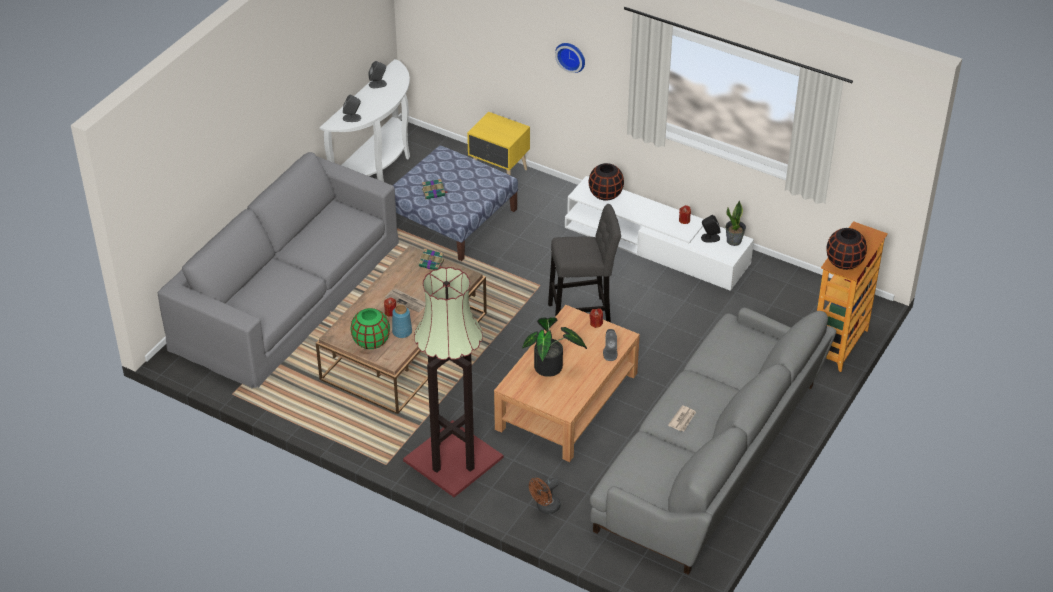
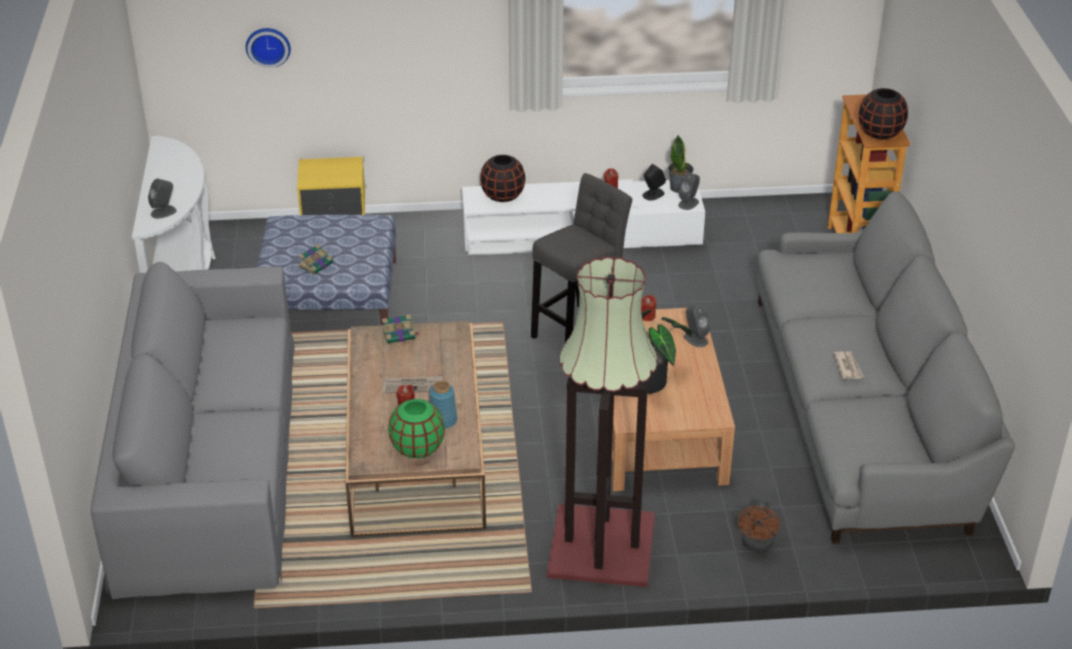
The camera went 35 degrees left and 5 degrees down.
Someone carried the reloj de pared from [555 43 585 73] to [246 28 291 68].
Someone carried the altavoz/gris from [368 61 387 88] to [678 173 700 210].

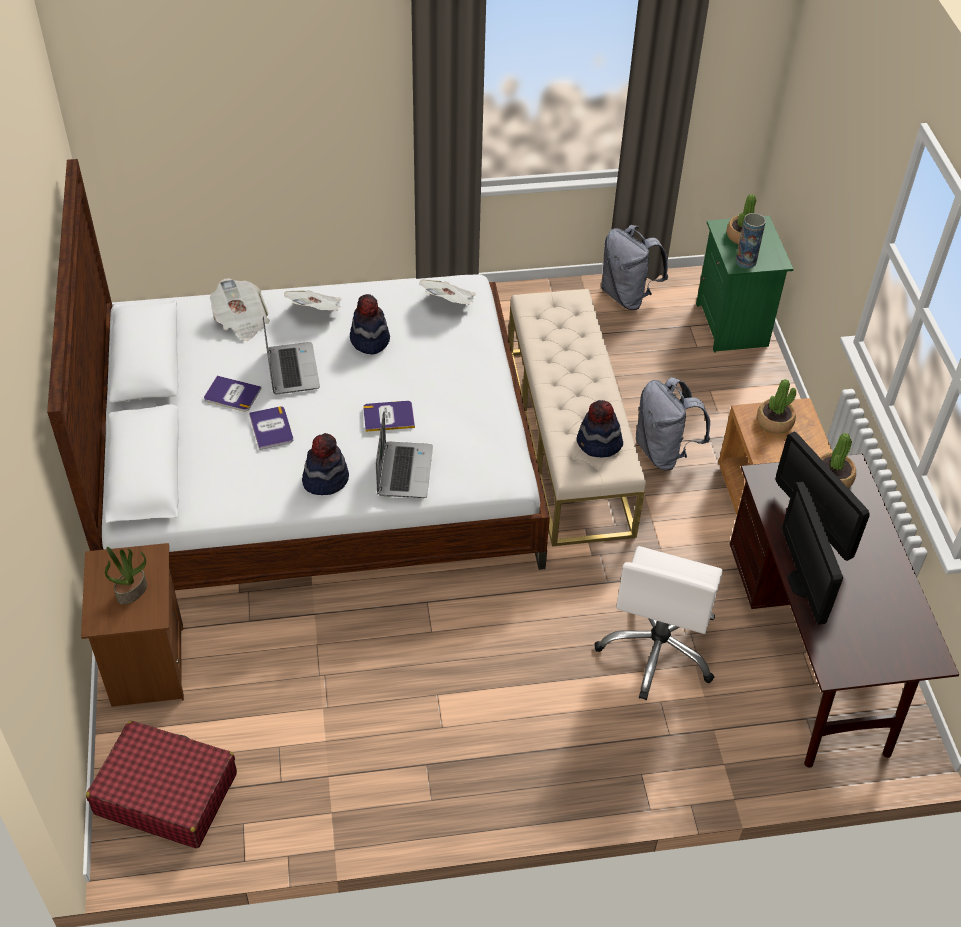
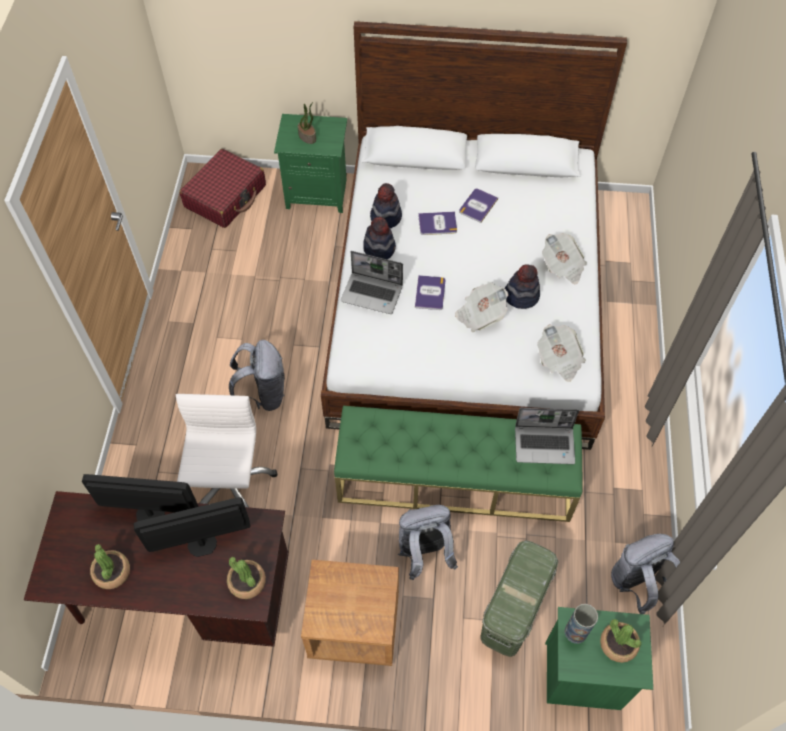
The camera went 105 degrees right and 10 degrees up.
Someone carried the periódico from [210 278 270 341] to [455 282 509 332].
Someone repainted the banco/beis at [509 289 646 546], which became the banco/verde at [334 406 582 522].
Someone carried the portátil from [263 316 320 395] to [515 408 579 464].
Someone carried the planta en maceta from [757 379 796 434] to [90 544 130 589].
Someone carried the sombrero from [577 400 623 458] to [370 183 402 228].
Someone repainted the mesita de noche/marrón at [81 543 184 707], which became the mesita de noche/verde at [274 114 347 213].
Someone rotated the silla de oficina/blanco at [595 546 723 700] by 60 degrees clockwise.
Someone put down the mochila/gris at [229 340 285 411].
Someone put down the caja de almacenaje/verde at [480 540 558 657].

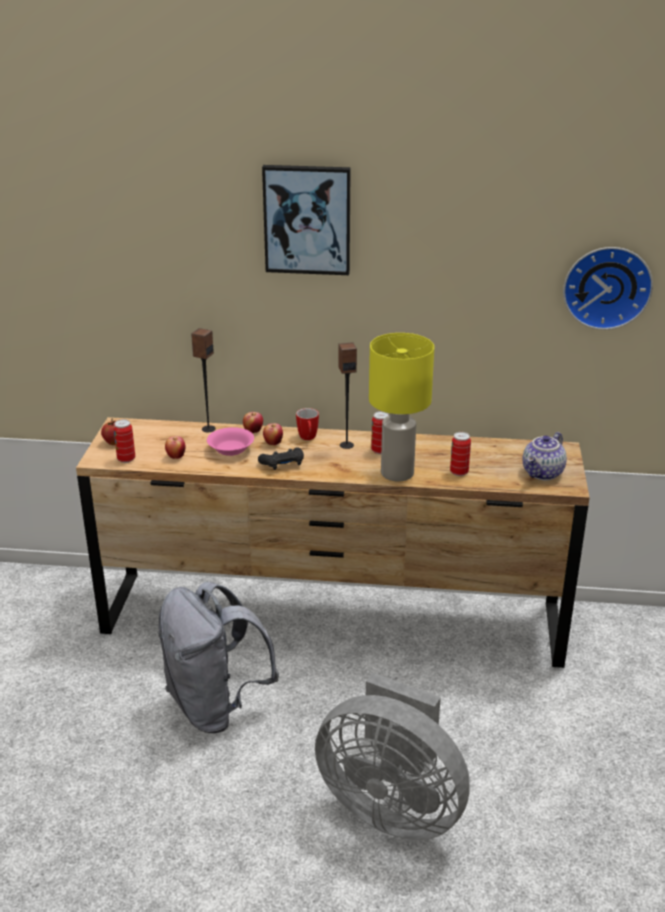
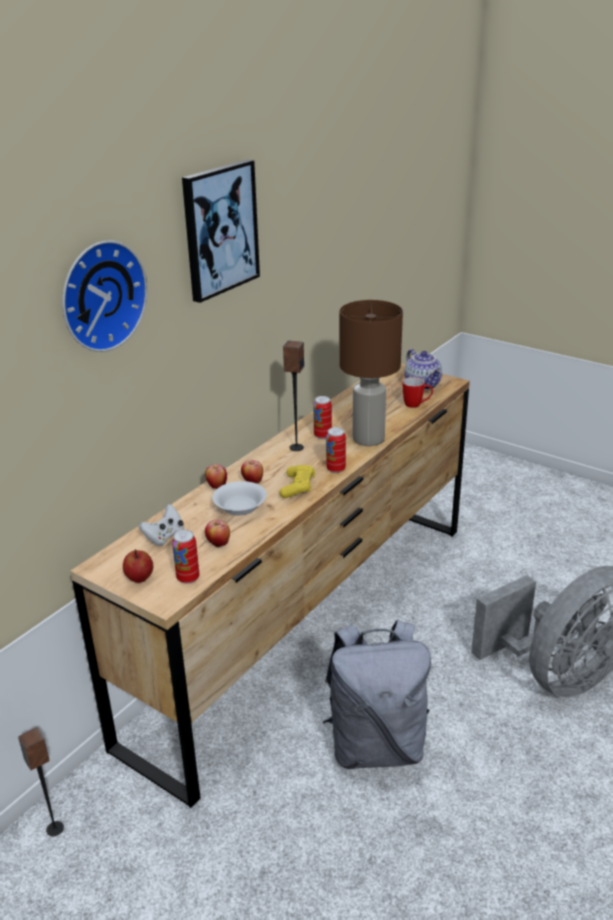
The camera went 60 degrees left and 0 degrees up.
Someone carried the reloj de pared from [563 247 653 330] to [62 240 147 352].
Someone carried the altavoz from [191 328 215 432] to [18 727 64 836].
Someone repainted the lámpara de mesa/amarillo at [369 333 434 482], which became the lámpara de mesa/marrón at [340 300 403 446].
Someone carried the taza grande from [296 408 319 440] to [403 377 433 408].
Someone repainted the cuenco/rosa at [207 427 254 456], which became the cuenco/blanco at [212 481 267 515].
Someone carried the lata from [450 432 471 476] to [326 427 346 473].
Someone repainted the mando de consola/negro at [258 447 304 470], which became the mando de consola/amarillo at [279 465 315 498].
Someone put down the mando de consola/blanco at [139 504 184 546].

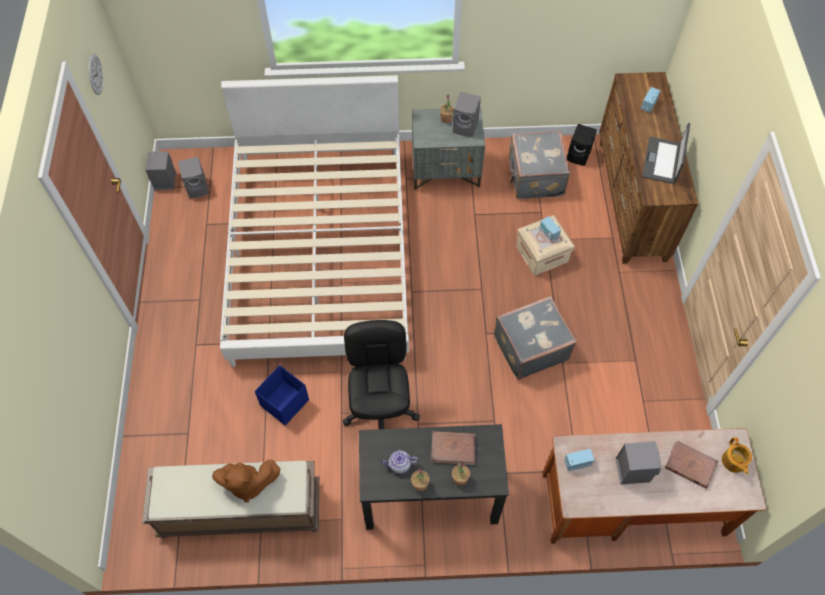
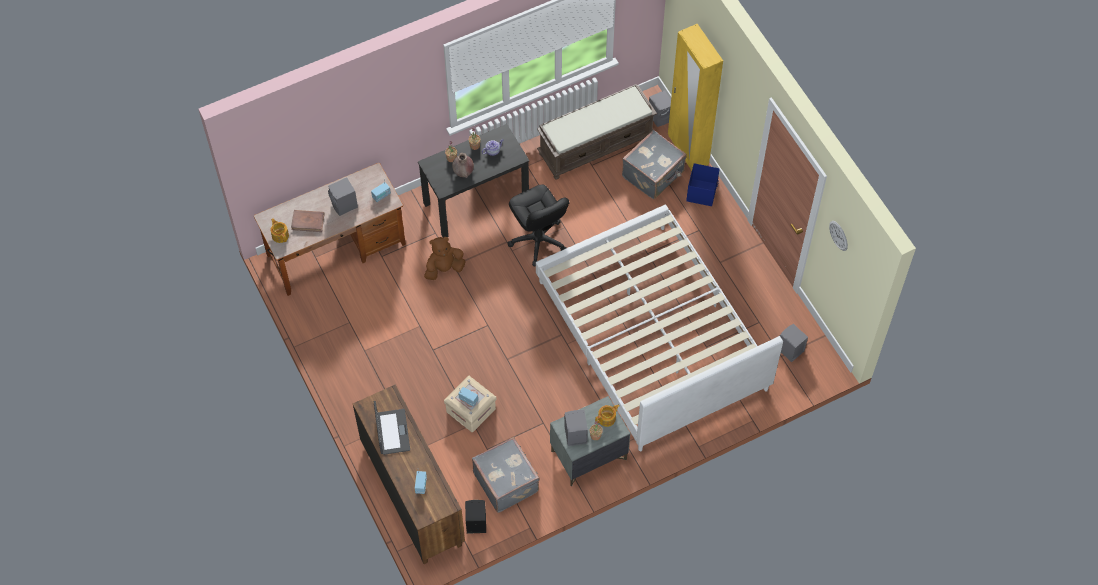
The camera went 155 degrees right and 0 degrees up.
Someone carried the altavoz/gris from [145 151 176 190] to [649 90 671 127].
Someone carried the maleta/gris from [494 296 577 380] to [622 130 687 199].
Someone carried the caja de almacenaje/azul from [255 365 309 426] to [686 163 720 206].
Someone swapped the libro/marrón at [431 431 476 465] for the florero/marrón at [452 153 474 178].
Someone carried the peluche/marrón from [212 460 281 503] to [424 237 466 280].
Someone put down the armario ropero/amarillo at [668 24 723 171].
Someone put down the tetera at [595 405 619 427].

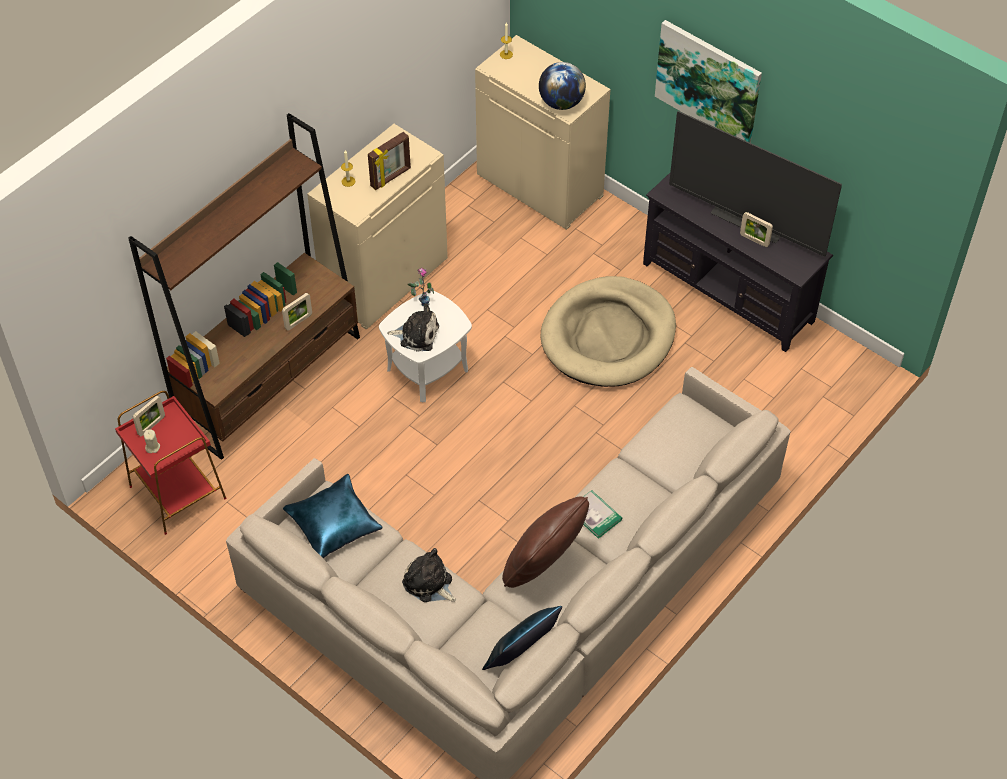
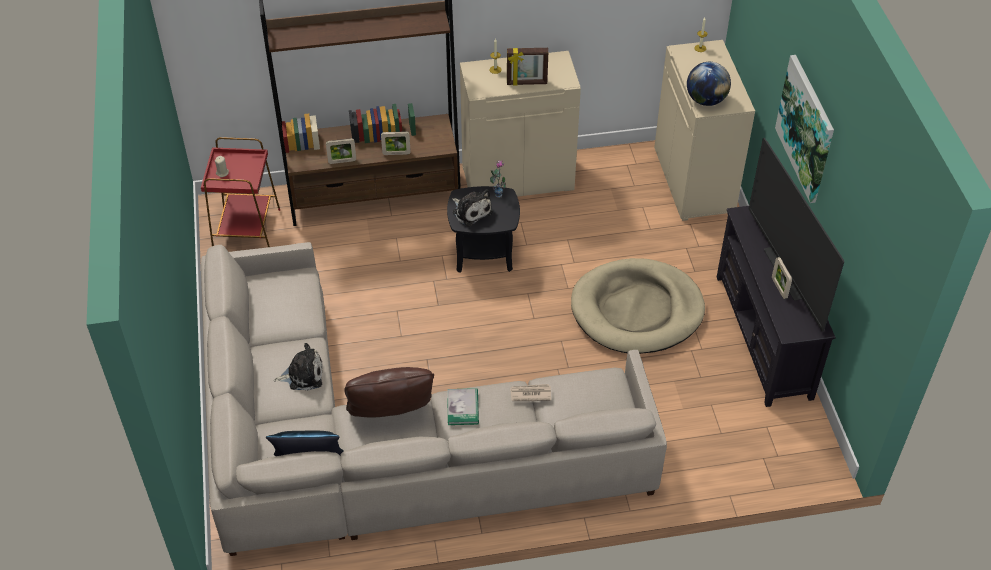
The camera went 40 degrees right and 5 degrees down.
Someone repainted the mesa auxiliar/blanco at [379 291 472 402], which became the mesa auxiliar/negro at [447 186 520 273].
Someone carried the portarretratos from [133 395 165 436] to [326 138 356 164].
Someone took away the cojín/azul at [283 474 383 558].
Someone rotated the peluche at [402 548 456 602] by 90 degrees clockwise.
Someone put down the periódico at [510 384 551 401].

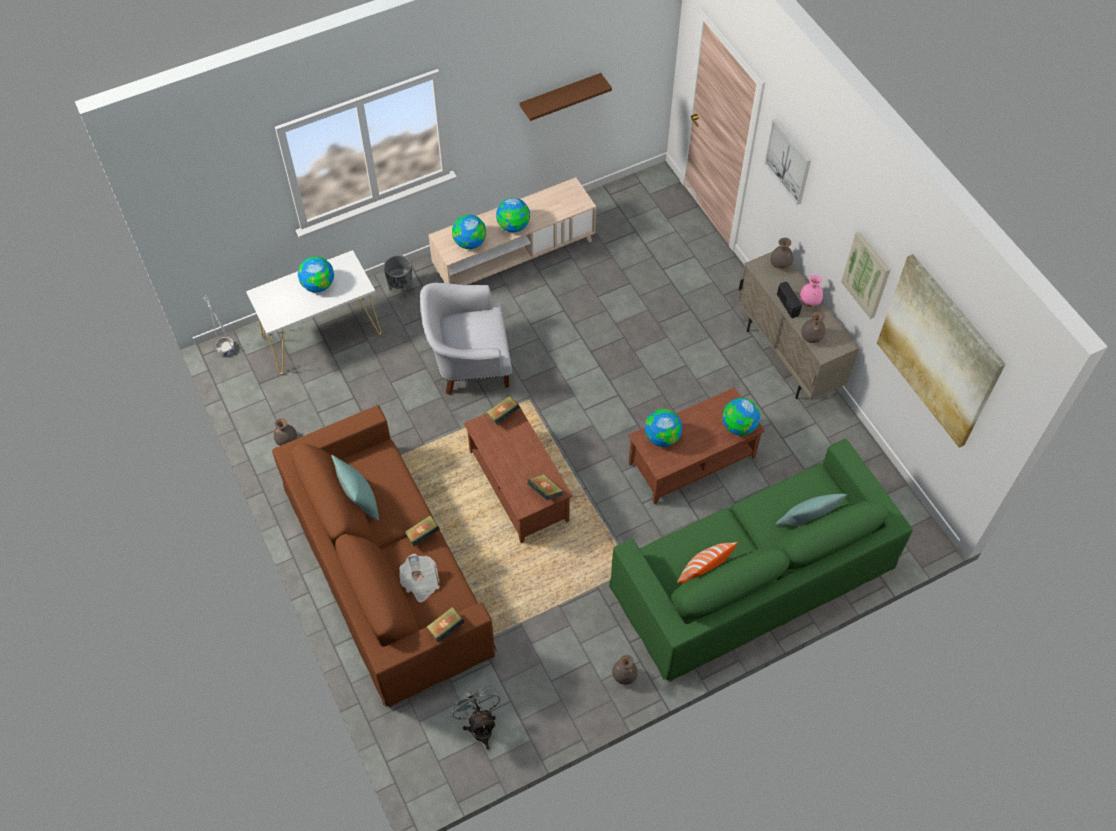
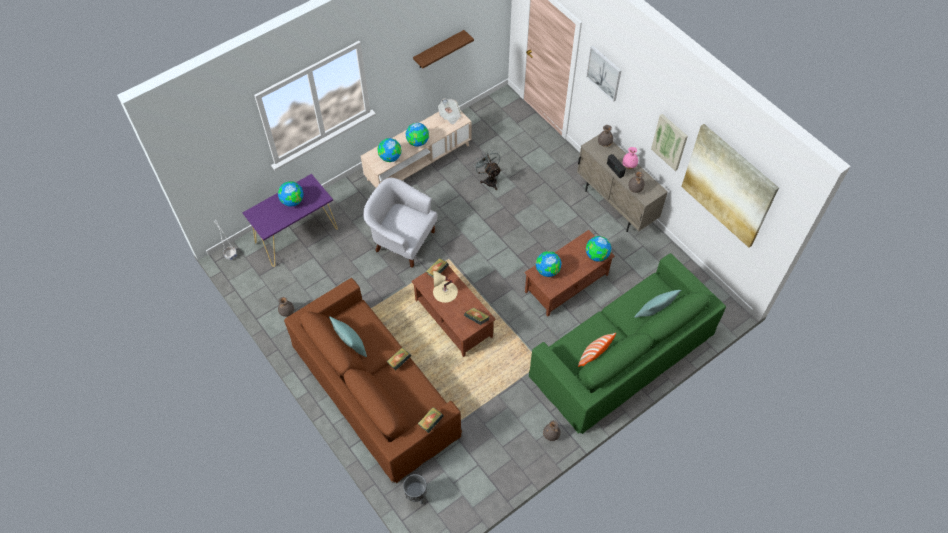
The camera went 10 degrees left and 0 degrees up.
Someone repainted the mesa consola/blanco at [246 250 381 374], which became the mesa consola/morado at [243 174 338 267].
Someone carried the maceta/gris from [384 255 412 299] to [403 474 427 505].
Someone rotated the sillón/blanco at [420 283 512 395] by 45 degrees clockwise.
Someone carried the periódico from [399 554 440 602] to [438 98 462 125].
Someone carried the ventilador/gris from [450 685 500 750] to [473 149 501 190].
Someone put down the lámpara de mesa/beis at [433 271 458 303].

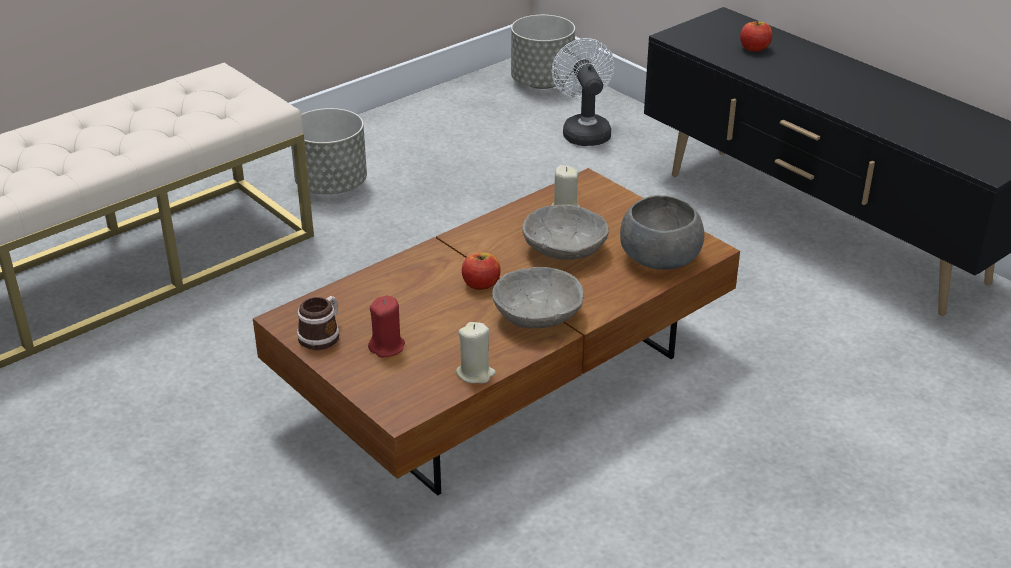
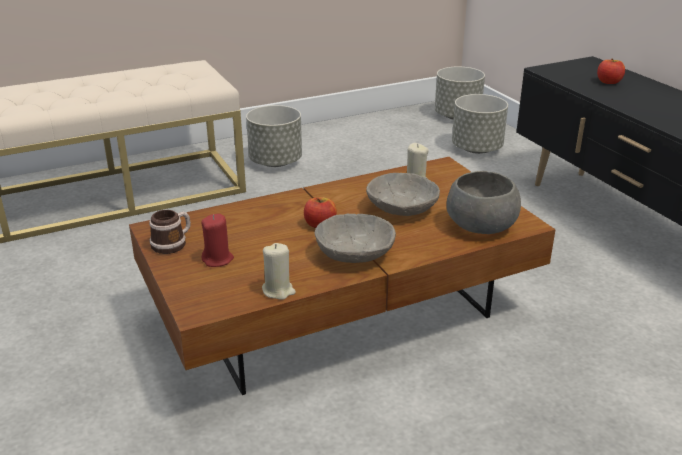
The camera went 15 degrees right and 5 degrees down.
Someone swapped the ventilador/blanco at [552 38 615 146] for the maceta/gris at [452 94 508 154].

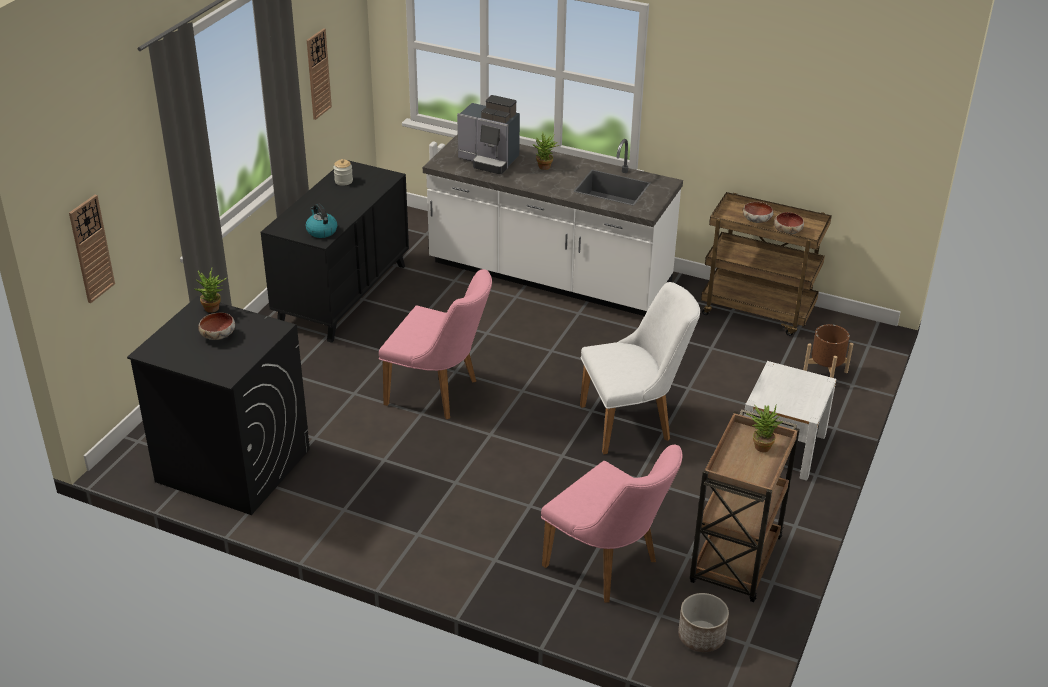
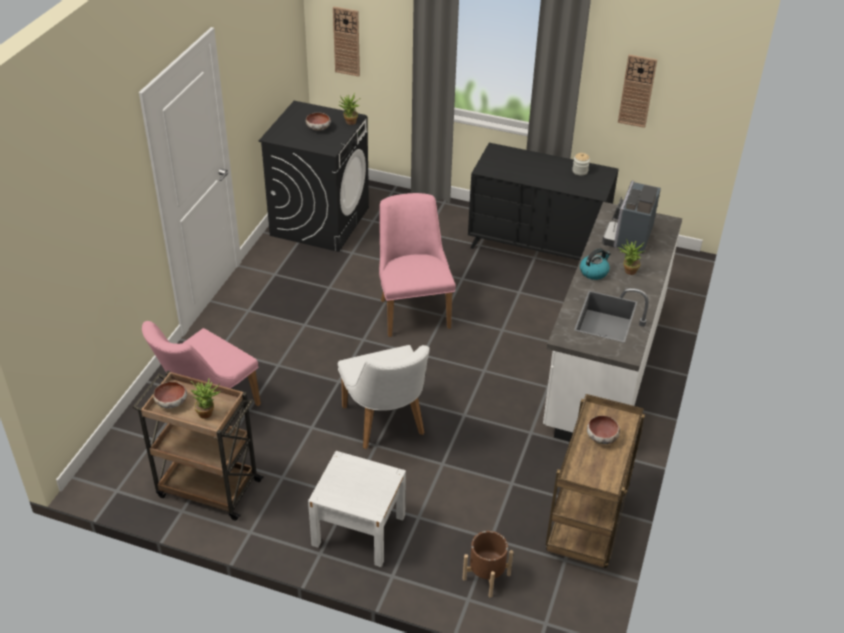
The camera went 85 degrees right and 5 degrees up.
Someone carried the hervidor from [306 204 337 238] to [580 248 611 280].
Someone carried the cuenco from [774 212 804 234] to [153 381 187 409].
Someone rotated the silla/rosa at [379 269 492 419] by 150 degrees clockwise.
Someone took away the maceta at [678 593 729 652].

